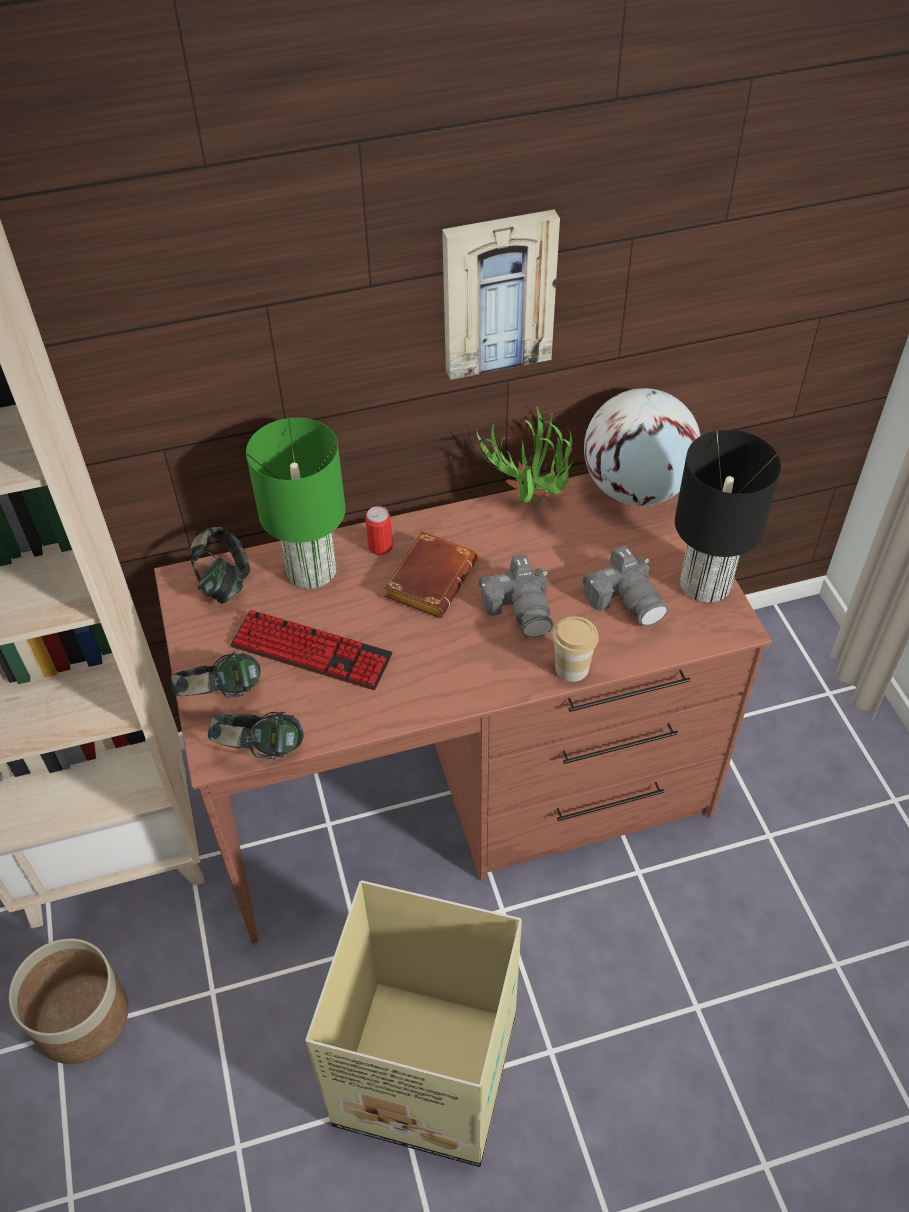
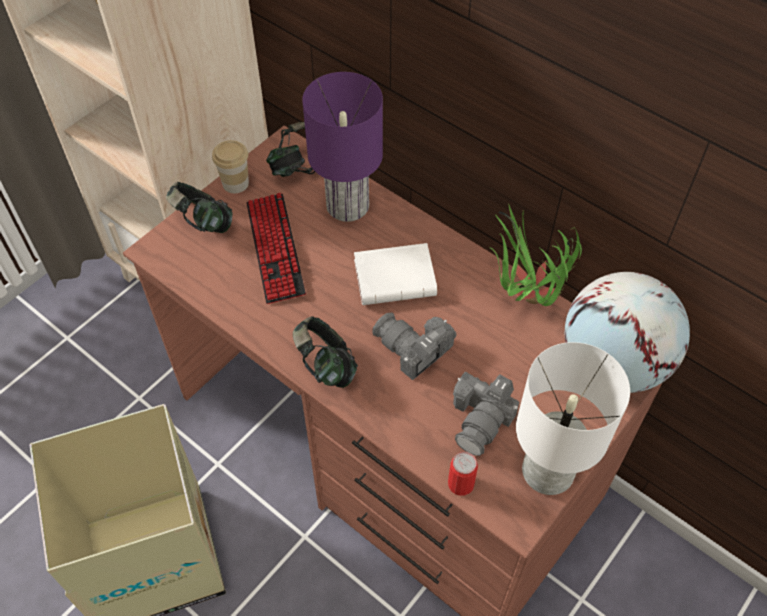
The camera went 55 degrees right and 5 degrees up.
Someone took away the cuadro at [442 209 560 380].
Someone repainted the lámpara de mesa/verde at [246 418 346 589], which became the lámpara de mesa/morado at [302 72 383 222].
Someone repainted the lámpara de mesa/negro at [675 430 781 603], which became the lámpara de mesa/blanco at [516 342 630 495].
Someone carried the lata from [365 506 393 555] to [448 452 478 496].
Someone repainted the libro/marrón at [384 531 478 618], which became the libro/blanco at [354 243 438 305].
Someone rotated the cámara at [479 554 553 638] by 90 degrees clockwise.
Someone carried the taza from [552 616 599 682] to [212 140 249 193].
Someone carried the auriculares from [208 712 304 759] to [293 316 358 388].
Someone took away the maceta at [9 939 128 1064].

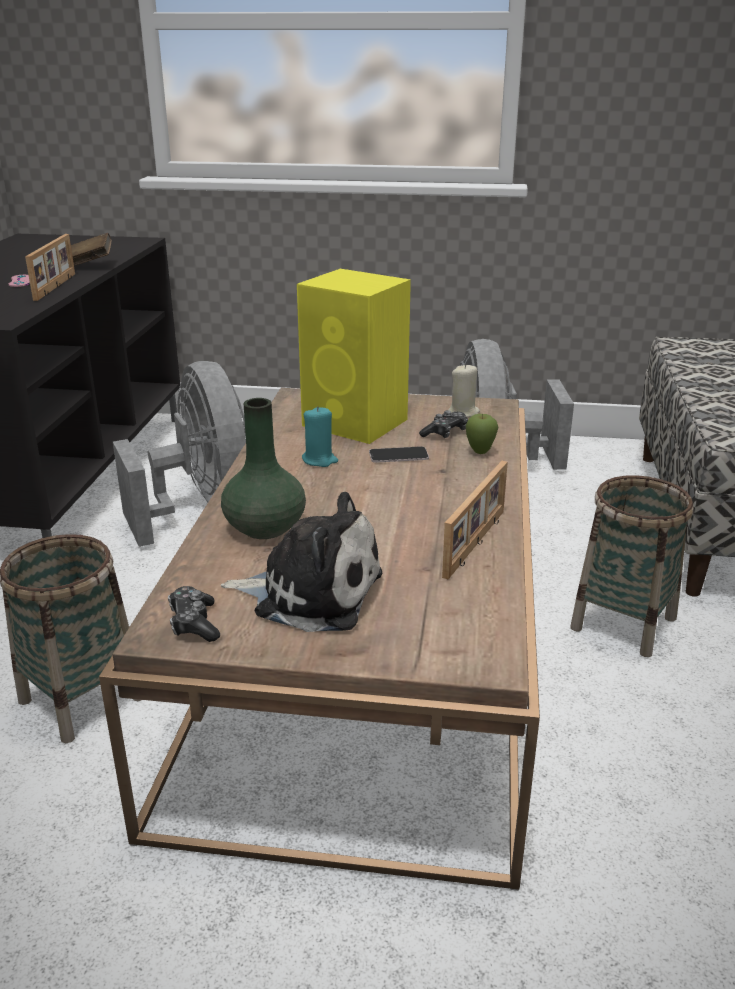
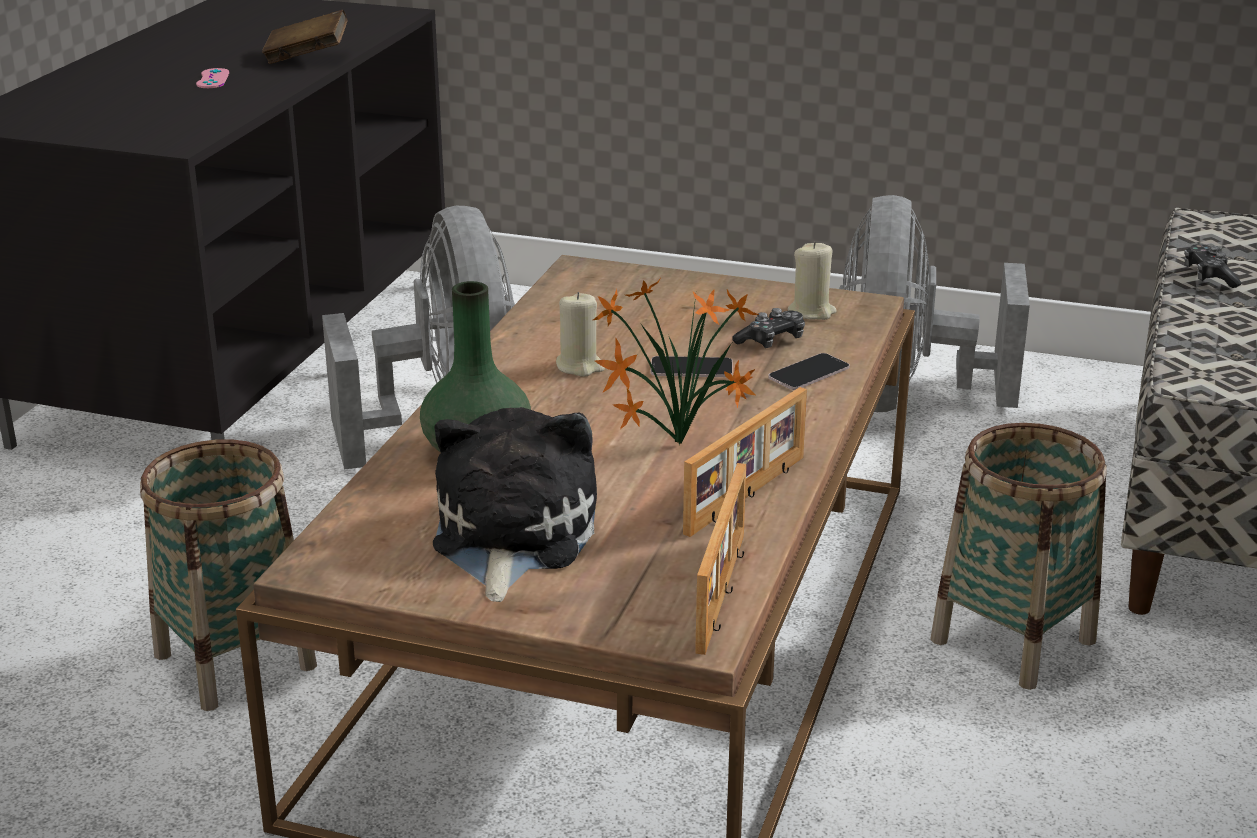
The camera went 10 degrees right and 0 degrees up.
Someone carried the portarretratos from [25 234 75 301] to [695 463 746 655].
Someone took away the altavoz/amarillo at [297 269 411 444].
Someone repainted the vela/turquesa at [302 406 338 467], which became the vela/beis at [556 292 605 377].
Someone swapped the manzana at [466 414 498 454] for the móvil at [768 353 850 390].
Someone rotated the peluche at [221 492 382 632] by 105 degrees counterclockwise.
Someone carried the mando de consola from [168 586 220 642] to [1184 244 1241 288].
Someone put down the planta en maceta at [593 278 759 445].

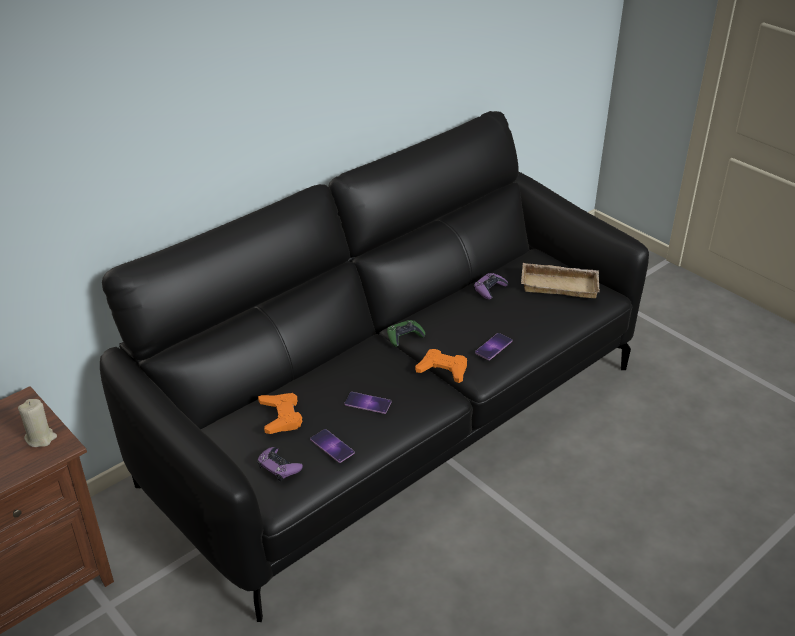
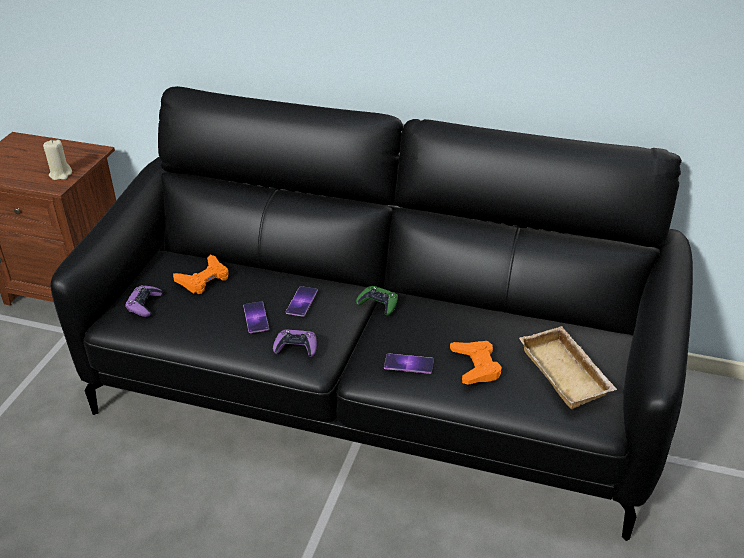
The camera went 60 degrees right and 0 degrees up.
Someone carried the mando de consola/morado from [474 273 508 300] to [273 329 317 357].
Someone carried the mando de consola/naranja from [415 349 467 383] to [450 341 502 385].
Someone carried the móvil from [310 429 355 463] to [286 286 318 317].

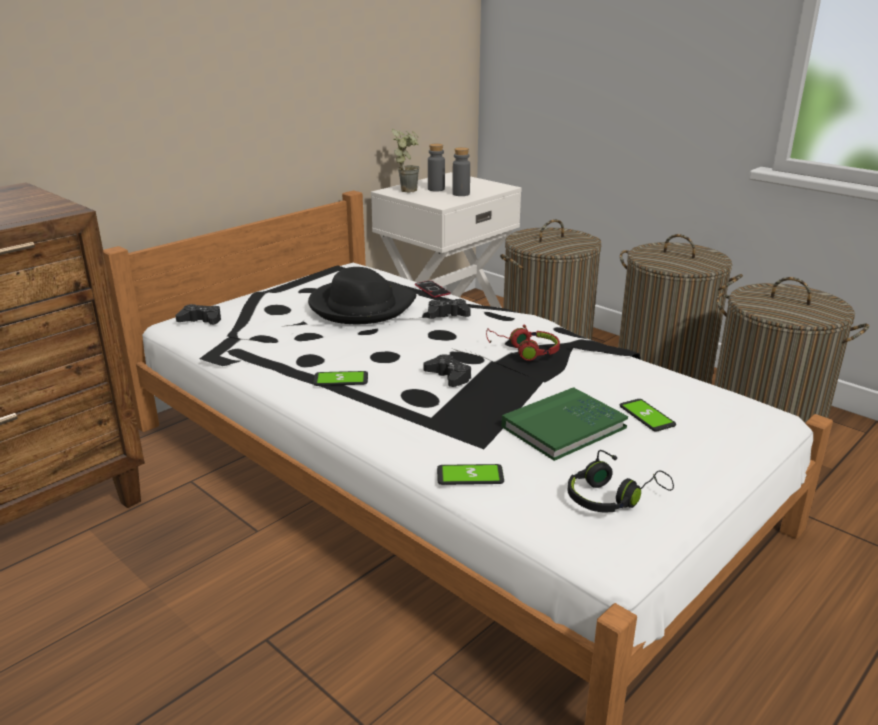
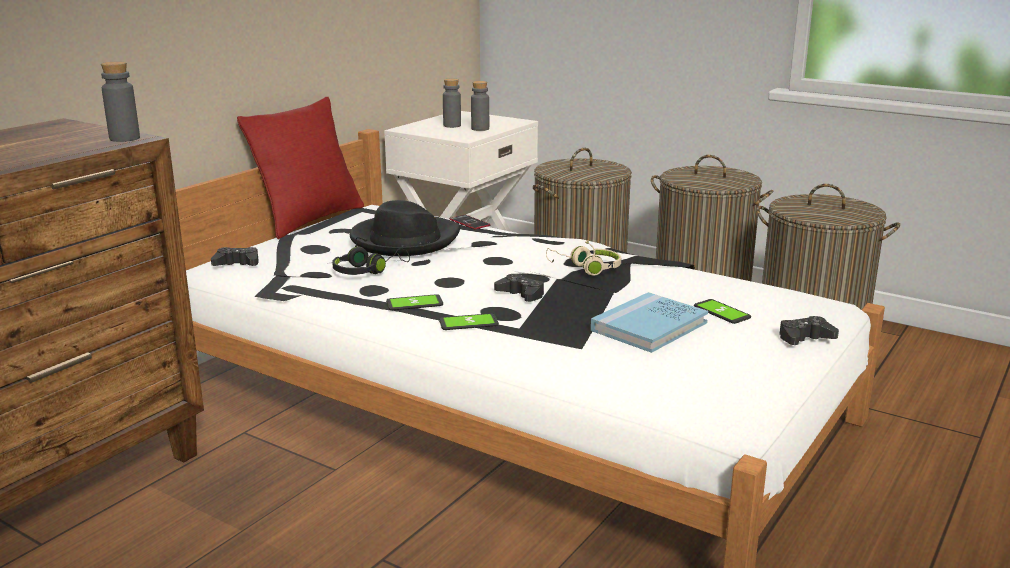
The camera went 10 degrees left and 5 degrees down.
Someone took away the planta en maceta at [392 128 419 193].
Someone carried the mando de consola/negro from [428 299 471 319] to [779 316 839 345].
Someone repainted the auriculares/rojo at [486 324 560 361], which became the auriculares/beis at [546 240 621 276].
Someone repainted the libro/verde at [502 387 628 461], which became the libro/azul at [591 292 708 353].
Someone carried the auriculares/negro from [568 450 674 513] to [332 237 410 275].
Someone carried the móvil from [437 464 504 485] to [439 313 499 330].
Someone put down the botella/gris at [101 61 140 142].
Someone put down the cojín/rojo at [237 97 364 239].

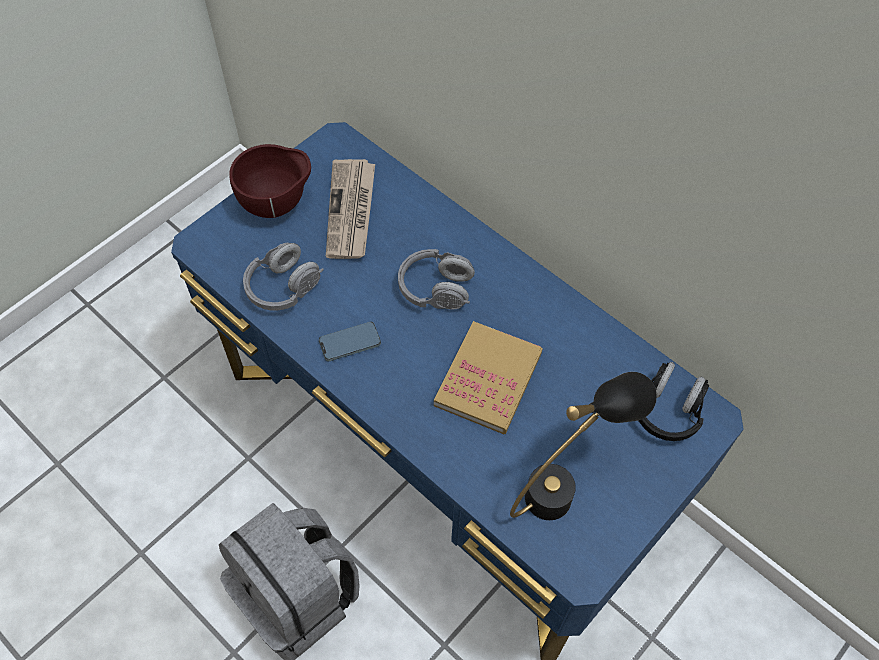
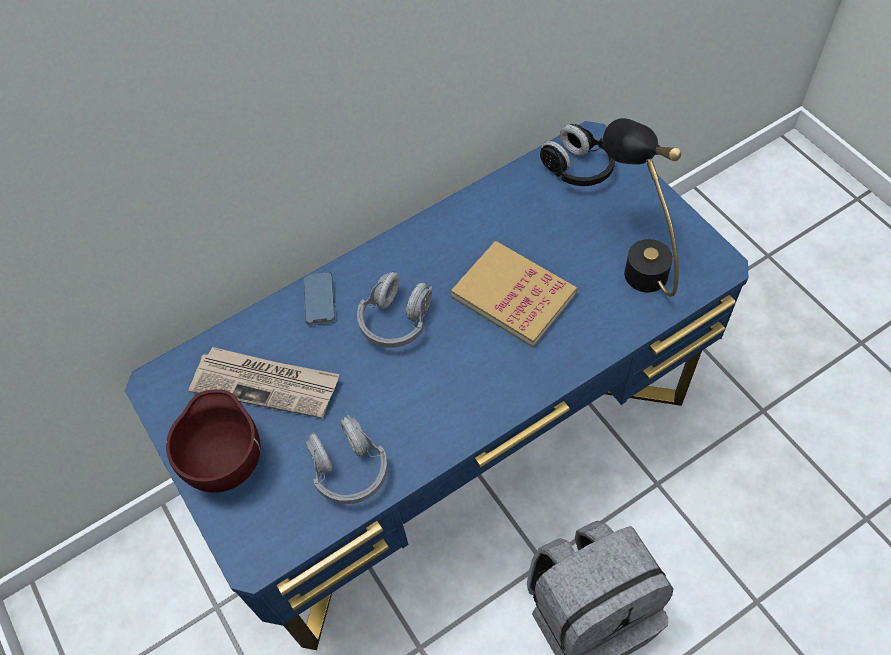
The camera went 70 degrees left and 0 degrees up.
Someone carried the móvil from [319 322 381 361] to [304 272 335 325].

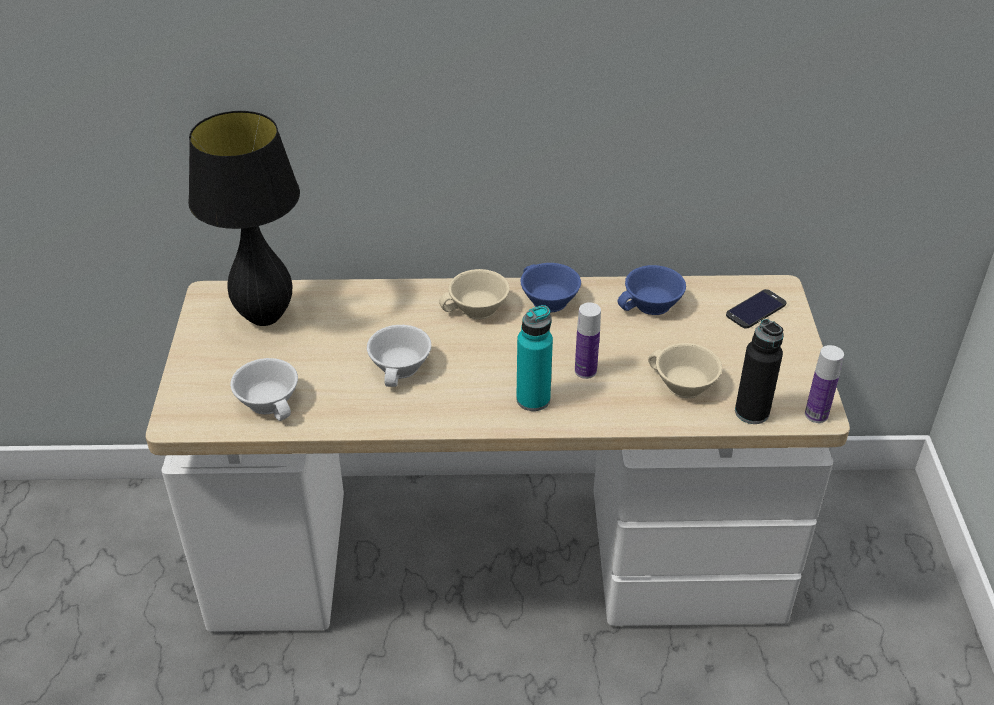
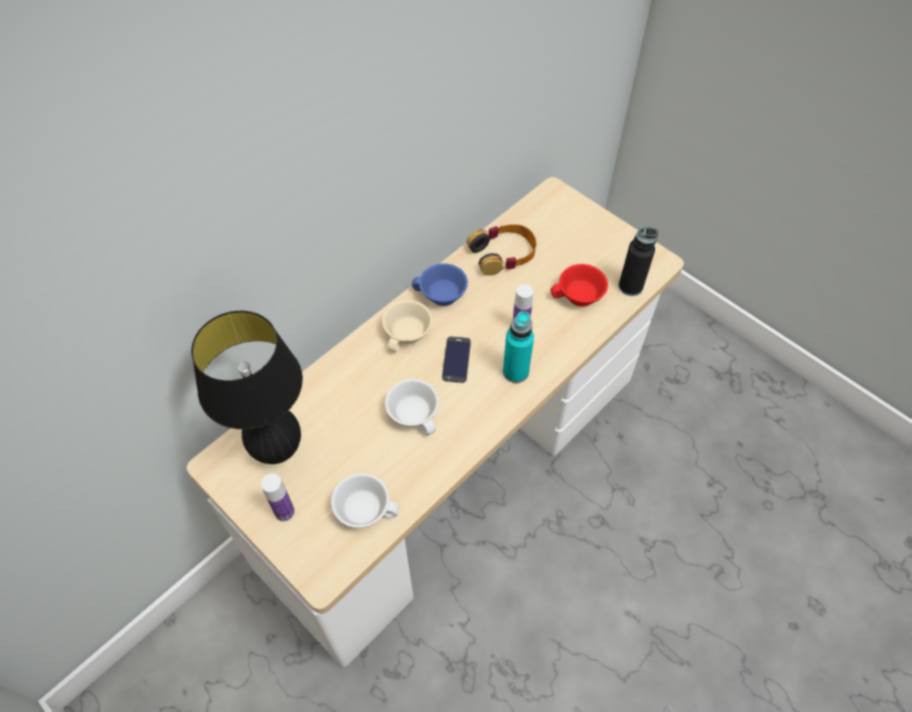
The camera went 45 degrees left and 15 degrees up.
Someone swapped the taza/azul at [618 265 686 315] for the auriculares at [467 224 536 276].
Someone carried the móvil from [726 289 787 329] to [442 336 471 383].
Someone repainted the taza/beis at [648 343 722 398], which became the taza/rojo at [550 264 608 306].
Someone carried the botella from [805 345 844 423] to [261 474 295 521].

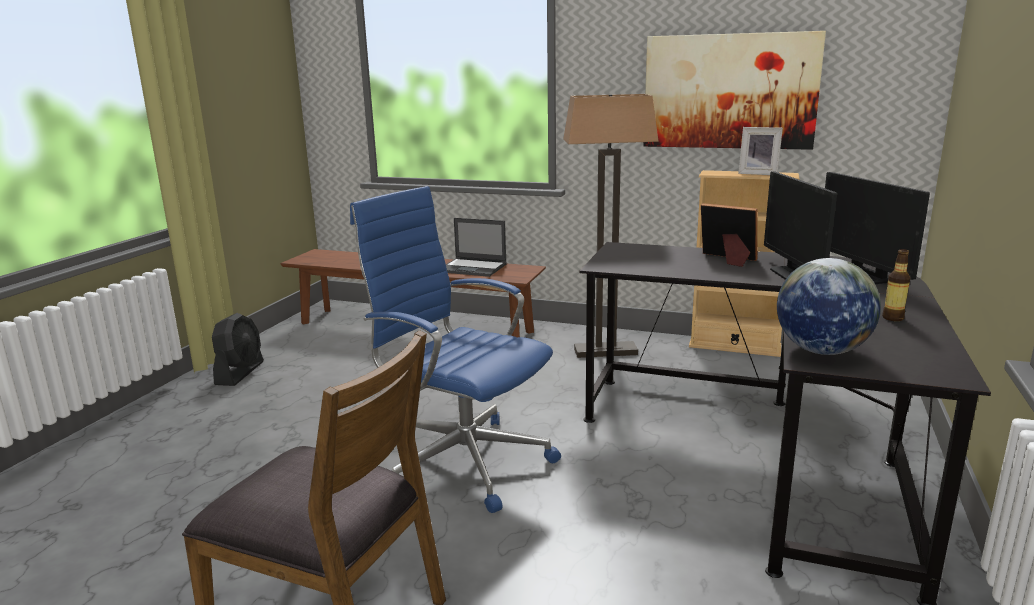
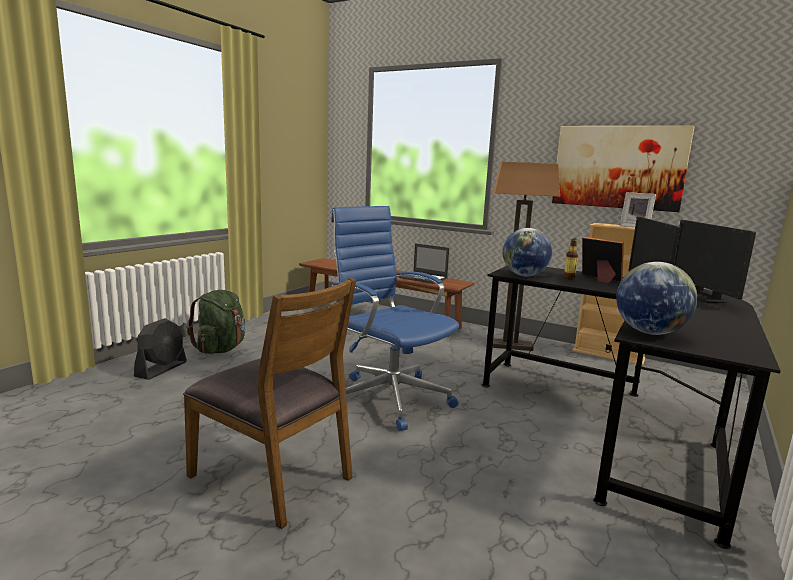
The camera went 10 degrees right and 5 degrees down.
Someone carried the botella from [882 249 910 321] to [563 238 578 280].
Someone carried the ventilador/negro from [212 313 264 386] to [134 318 187 380].
Someone put down the globo terráqueo at [503 228 552 276].
Someone put down the mochila/verde at [187 290 245 354].

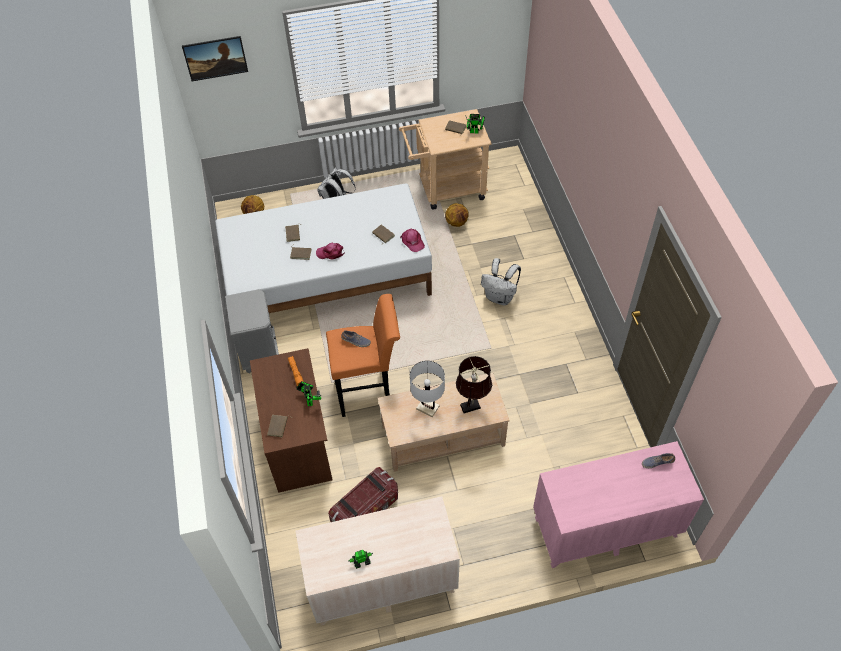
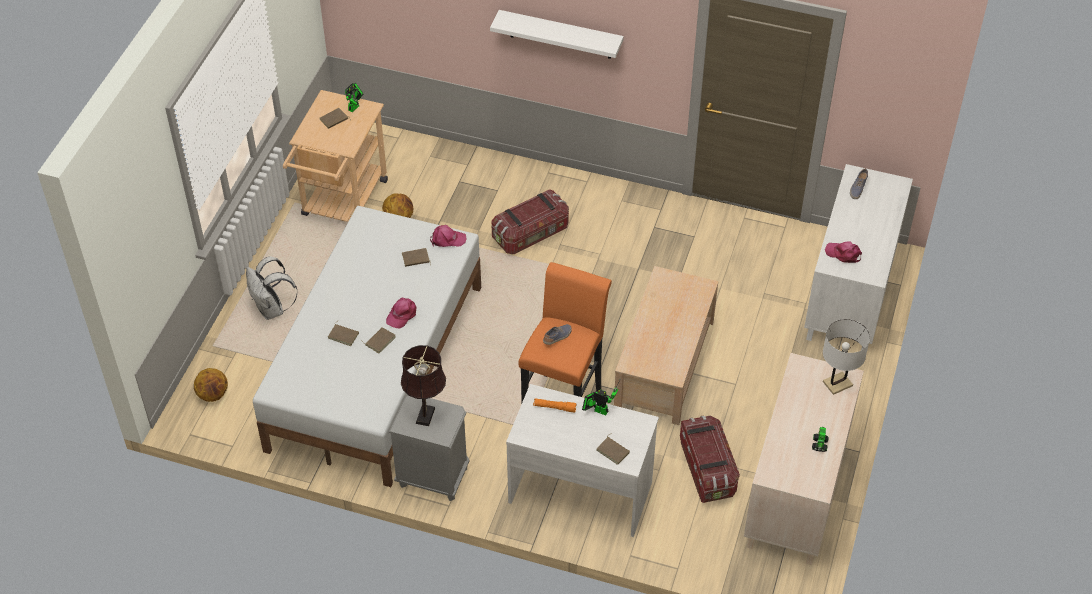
The camera went 60 degrees left and 5 degrees down.
Someone took away the cuadro at [182 36 248 81].
Someone swapped the mochila/blanco at [481 258 521 306] for the caja de almacenaje at [491 189 569 254].
Someone repainted the escritorio/marrón at [250 348 333 493], which became the escritorio/blanco at [506 384 659 537].
Someone carried the lámpara de mesa/marrón from [456 356 492 413] to [401 345 446 426].
Someone carried the lámpara de mesa/blanco from [410 361 445 417] to [823 319 870 395].
Someone repainted the cómoda/rosa at [533 441 704 568], which became the cómoda/blanco at [804 164 913 350].
Someone put up the estante/blanco at [490 10 624 59].
Someone put down the gorra/rosa at [825 242 862 263].

